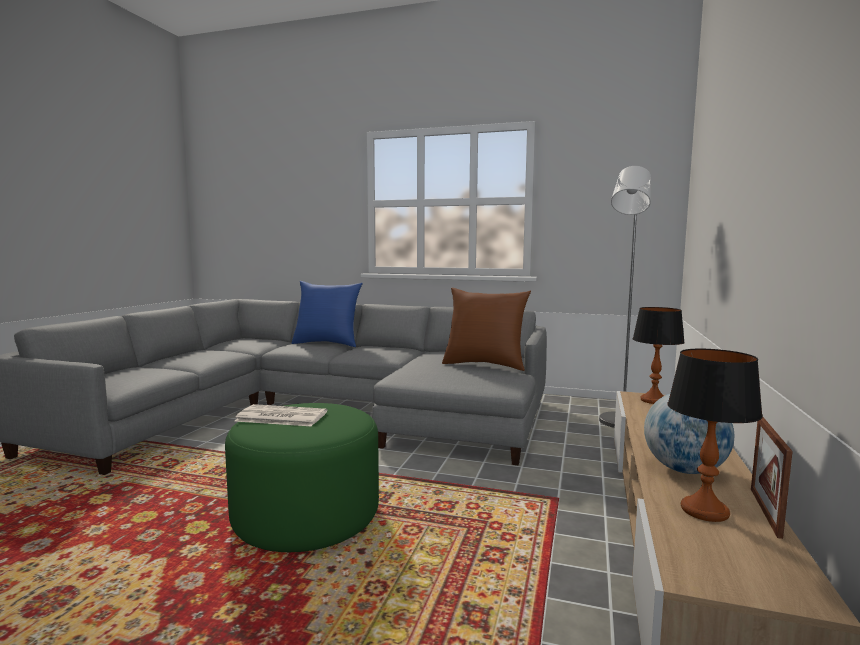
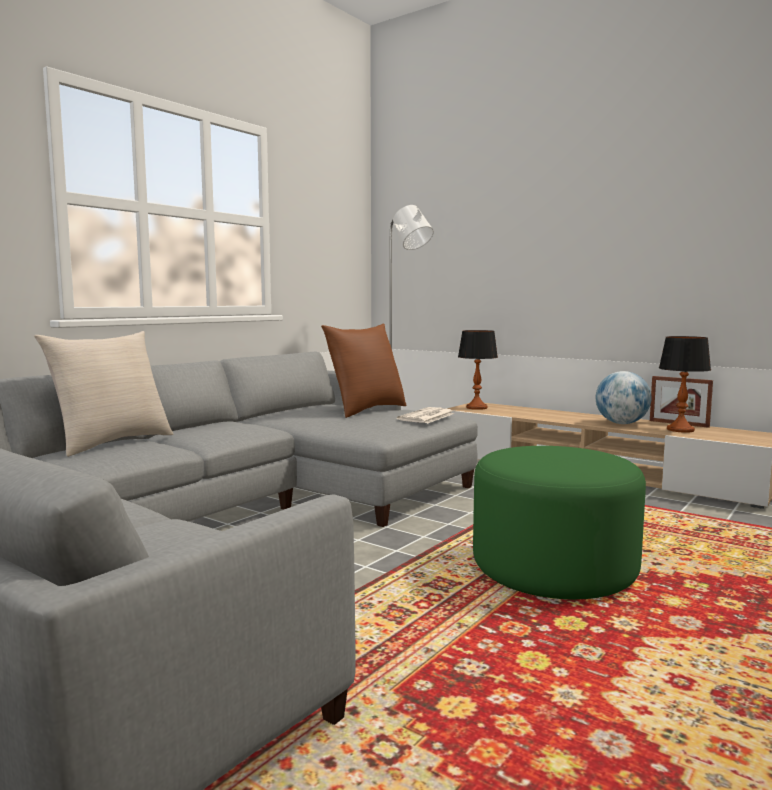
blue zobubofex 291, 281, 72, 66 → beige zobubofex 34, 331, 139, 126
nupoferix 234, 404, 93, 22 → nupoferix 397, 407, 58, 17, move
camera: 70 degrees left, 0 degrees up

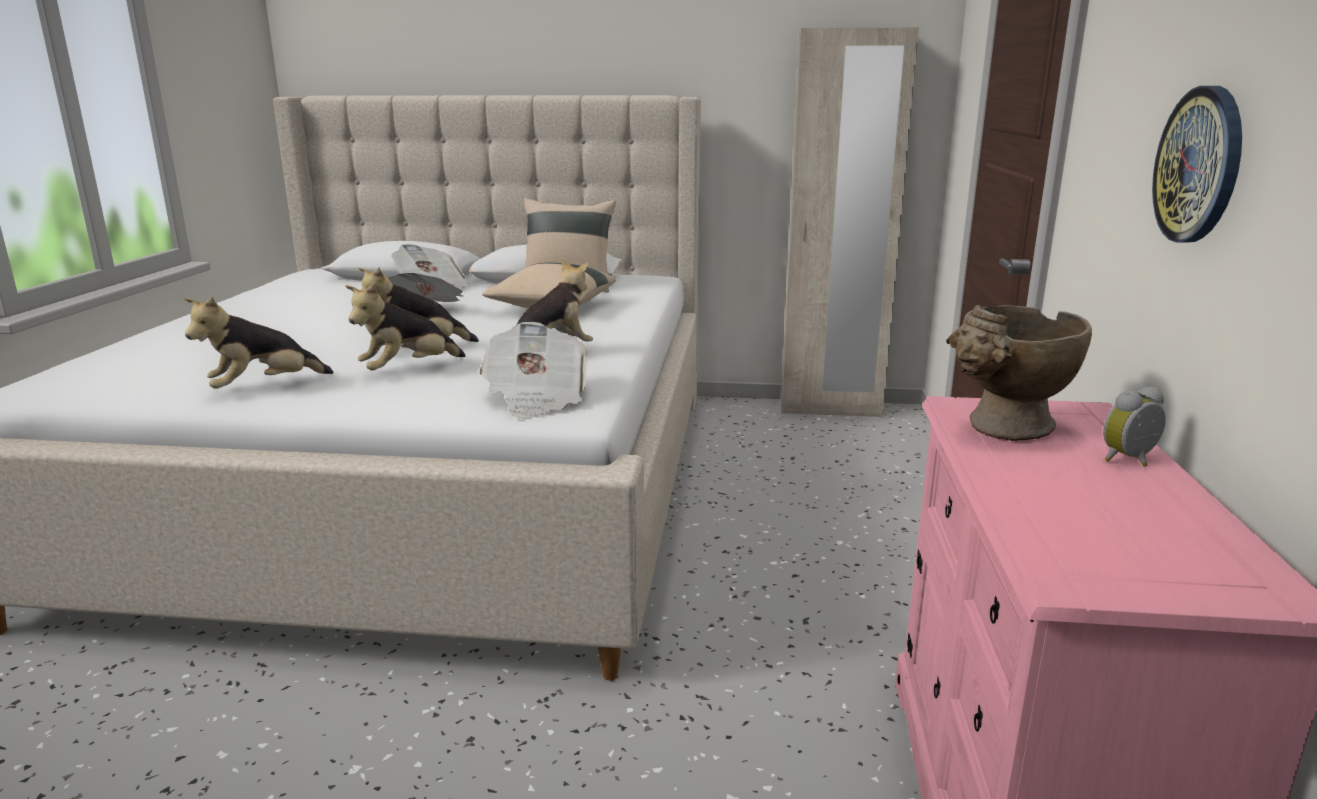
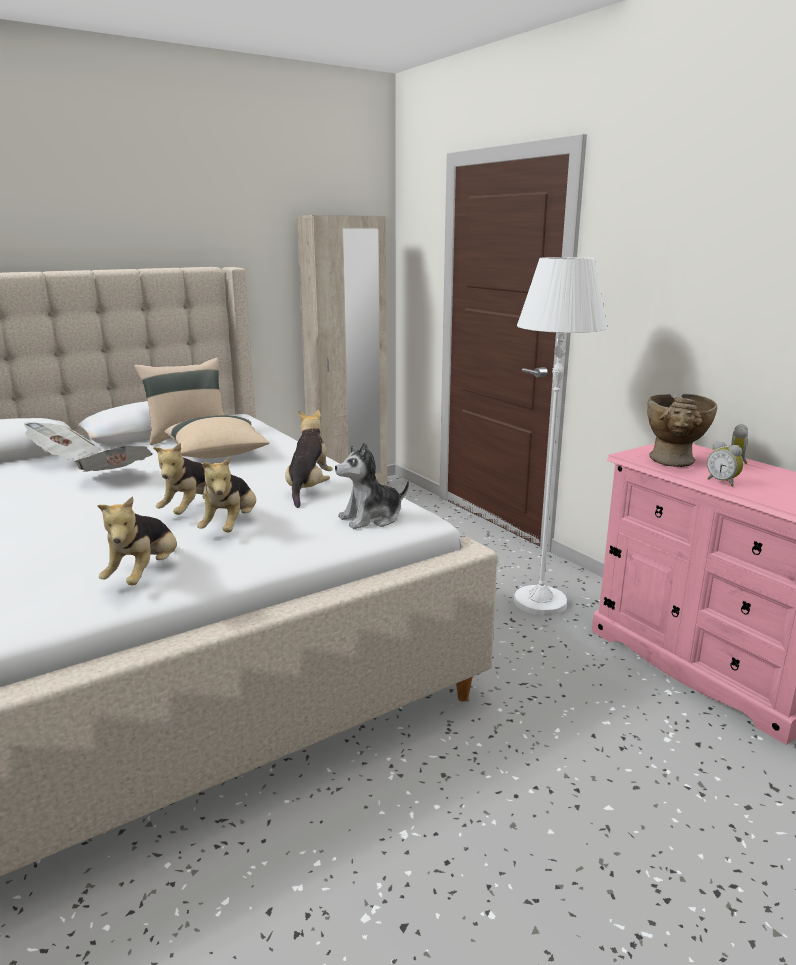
nupoferix 479, 322, 109, 97 → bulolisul 335, 442, 74, 87
- → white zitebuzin 514, 257, 94, 359
- → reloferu 707, 441, 36, 46
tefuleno 1152, 86, 90, 157 → -
camera: 40 degrees left, 0 degrees up

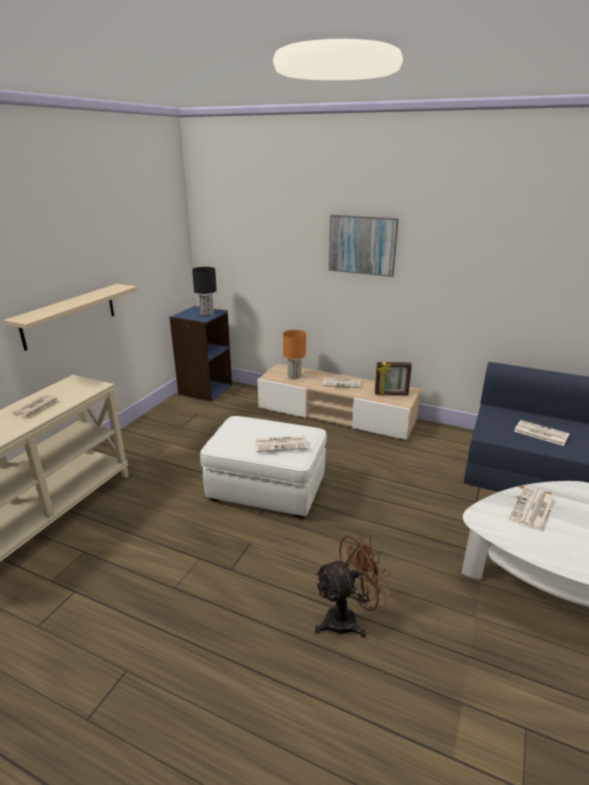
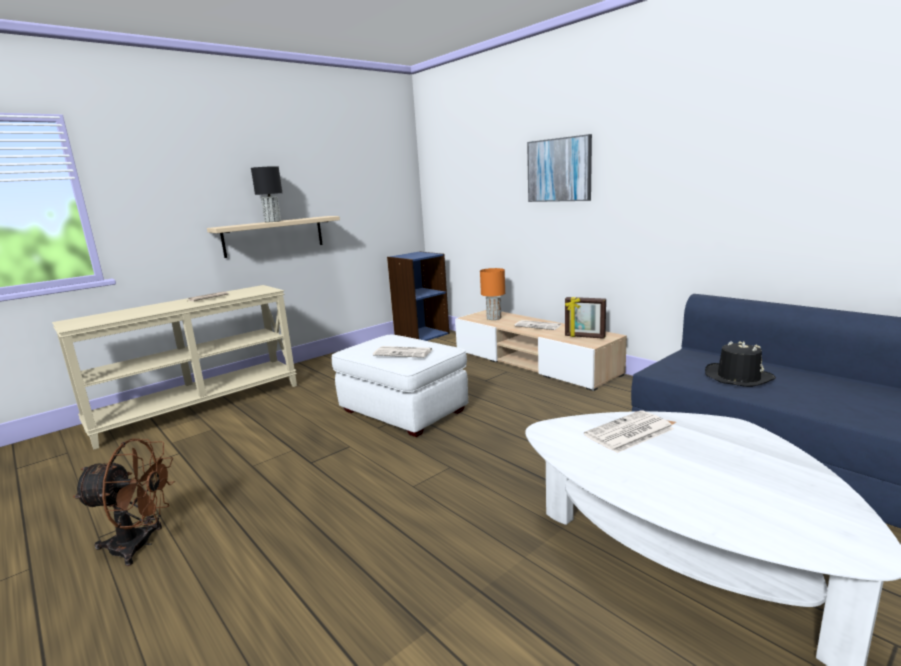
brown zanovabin 314, 532, 79, 106 → brown zanovabin 72, 439, 103, 127, move
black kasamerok 192, 267, 25, 48 → black kasamerok 251, 166, 31, 56, move
nupoferix 514, 420, 56, 26 → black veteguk 705, 341, 71, 46
camera: 25 degrees right, 10 degrees down

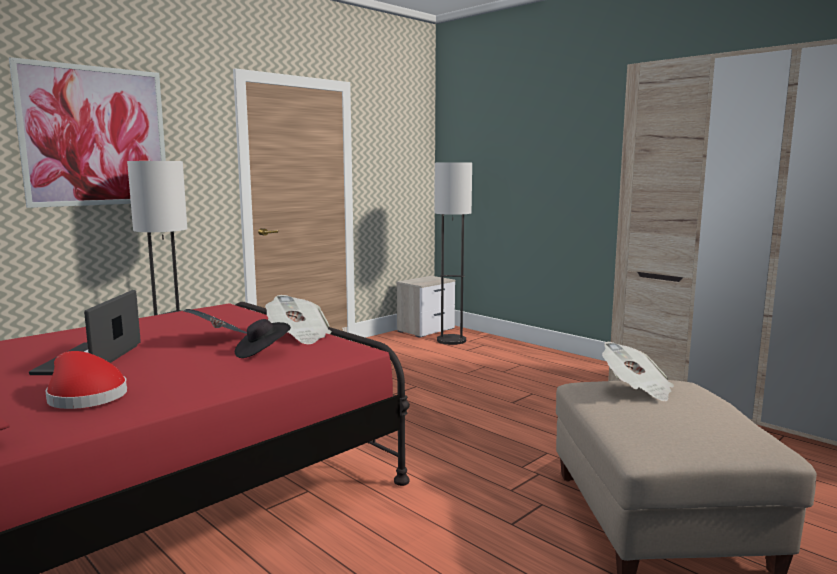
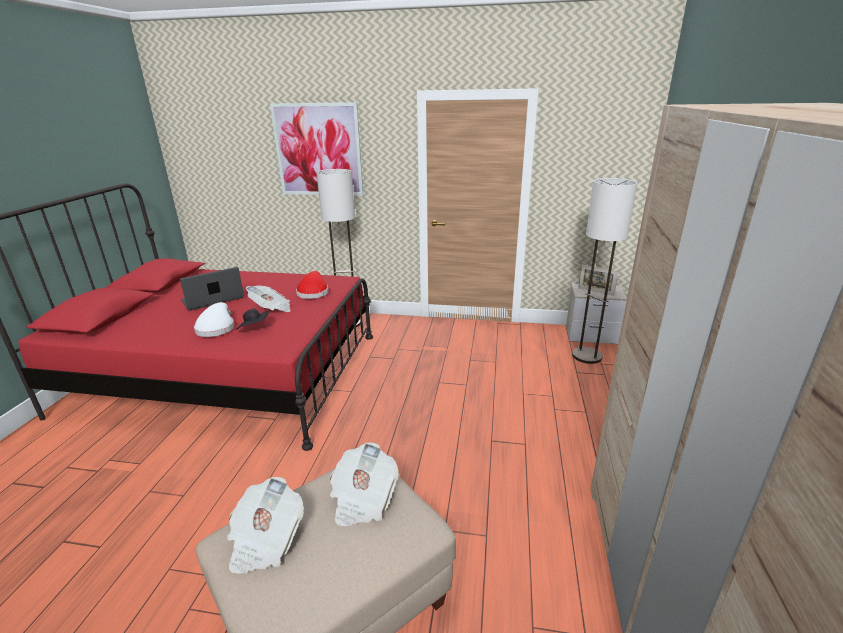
- → white veteguk 194, 302, 40, 35
nupoferix 265, 295, 67, 50 → nupoferix 227, 477, 77, 97, move
red veteguk 46, 351, 81, 58 → red veteguk 296, 271, 33, 28, move
- → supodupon 578, 265, 41, 31
camera: 55 degrees right, 15 degrees up

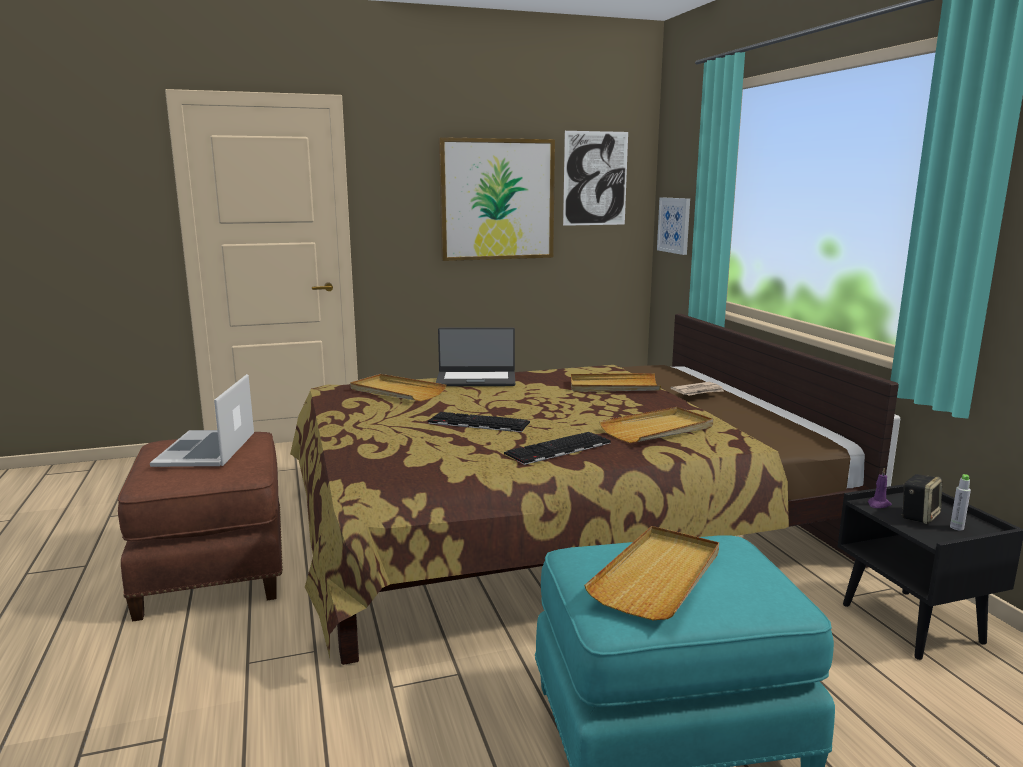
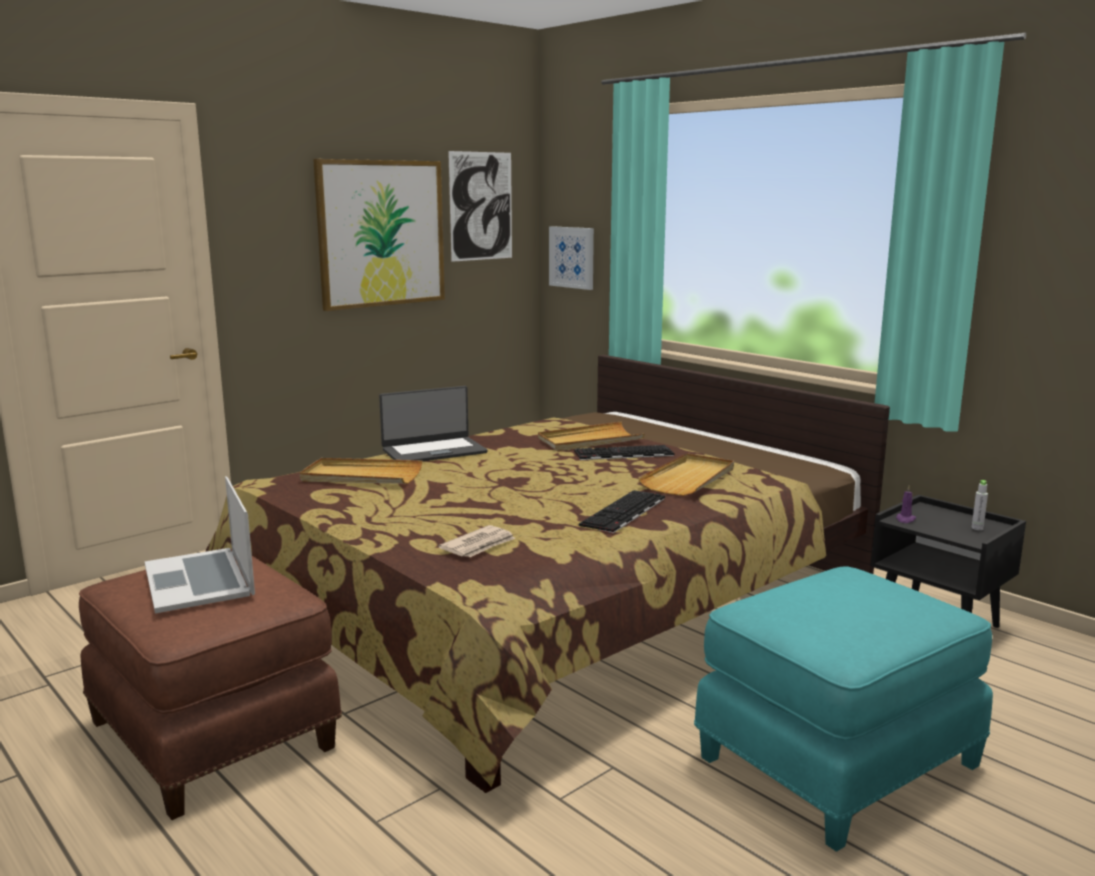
nupoferix 671, 382, 53, 13 → nupoferix 439, 525, 76, 32, move
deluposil 428, 412, 102, 20 → deluposil 574, 445, 101, 15, move
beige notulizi 584, 526, 135, 94 → -
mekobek 902, 474, 41, 50 → -
camera: 25 degrees left, 0 degrees up

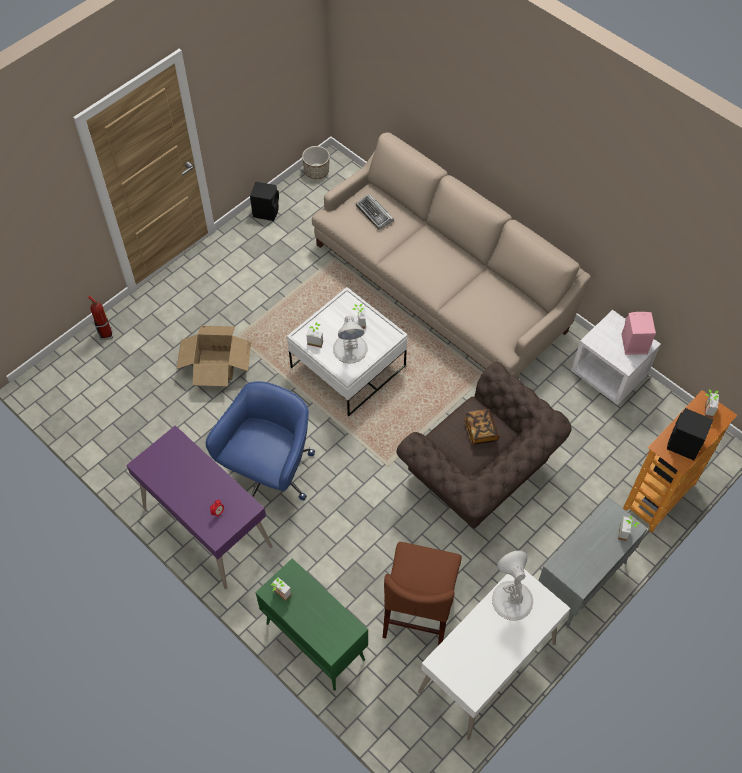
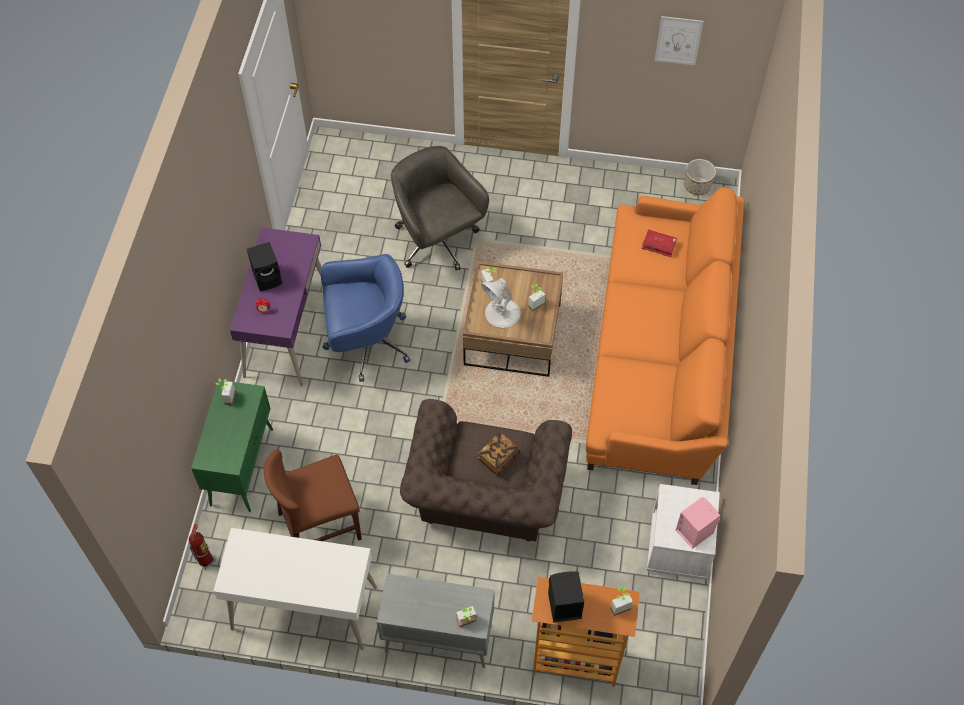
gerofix 88, 295, 25, 45 → gerofix 189, 524, 27, 46, move
black mekobek 250, 181, 29, 40 → black mekobek 247, 242, 35, 49, move
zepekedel 177, 326, 74, 60 → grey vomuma 391, 146, 98, 125
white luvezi 287, 287, 121, 129 → brown luvezi 463, 261, 100, 116
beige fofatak 312, 132, 279, 245 → orange fofatak 585, 187, 159, 298
deluposil 356, 194, 38, 36 → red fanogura 642, 230, 35, 27
- → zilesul 655, 16, 49, 49
white kasamerok 492, 550, 41, 70 → -
camera: 55 degrees right, 0 degrees up

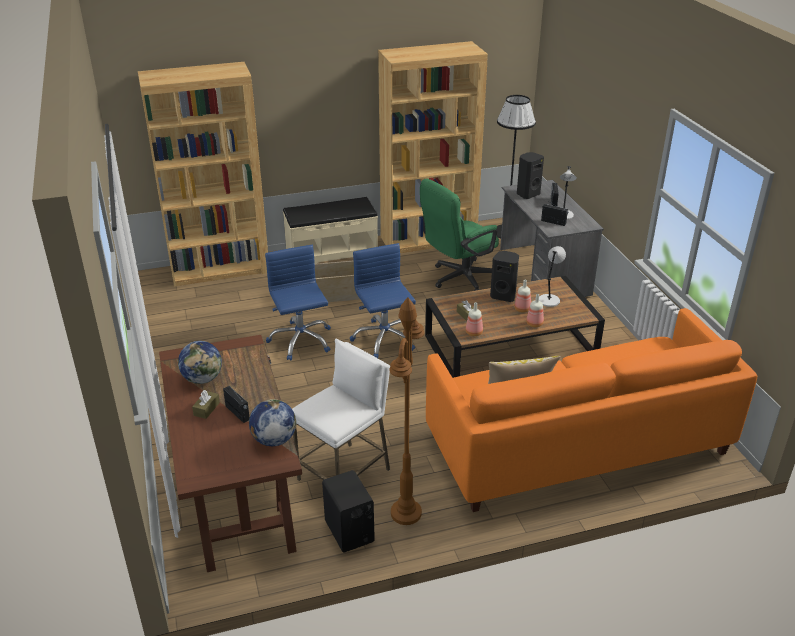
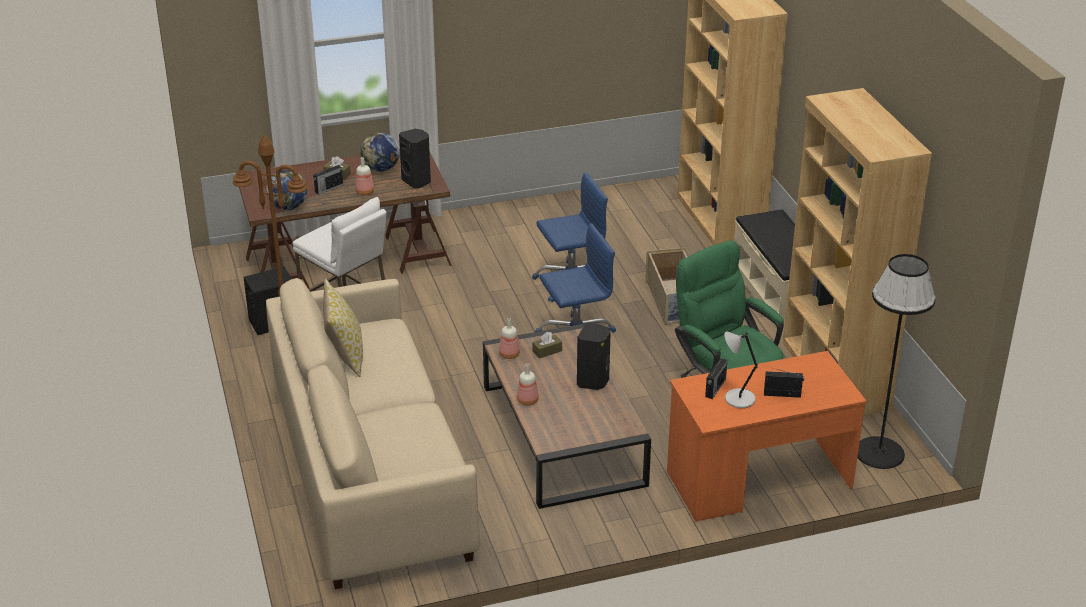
orange fofatak 426, 308, 331, 204 → beige fofatak 266, 278, 214, 311
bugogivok 514, 280, 17, 33 → bugogivok 355, 157, 19, 38, move
black mekobek 517, 152, 27, 47 → black mekobek 399, 129, 32, 59, move
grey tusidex 500, 180, 104, 117 → orange tusidex 667, 351, 200, 171
grey kasamerok 539, 246, 27, 61 → -
camera: 90 degrees right, 0 degrees up

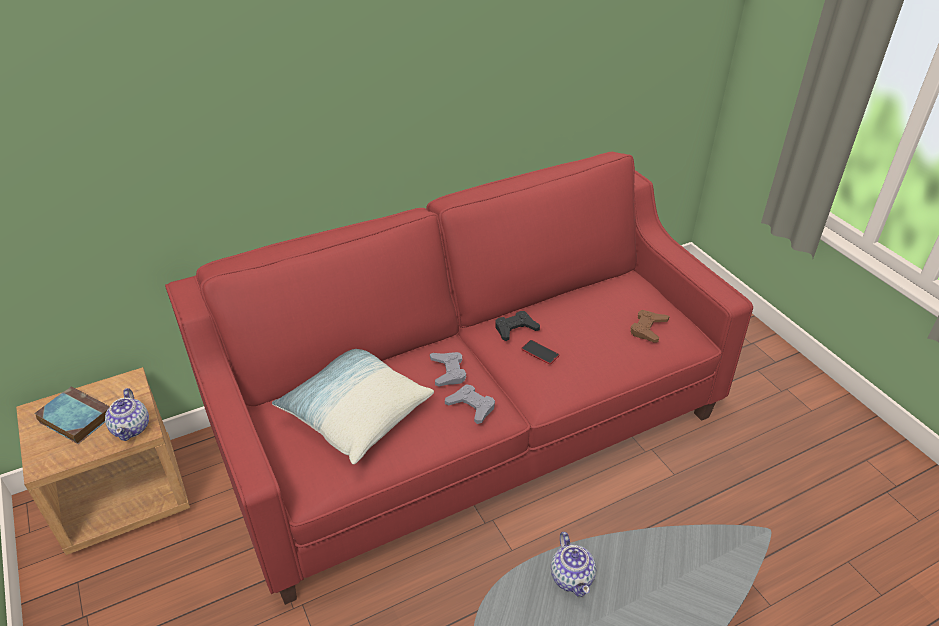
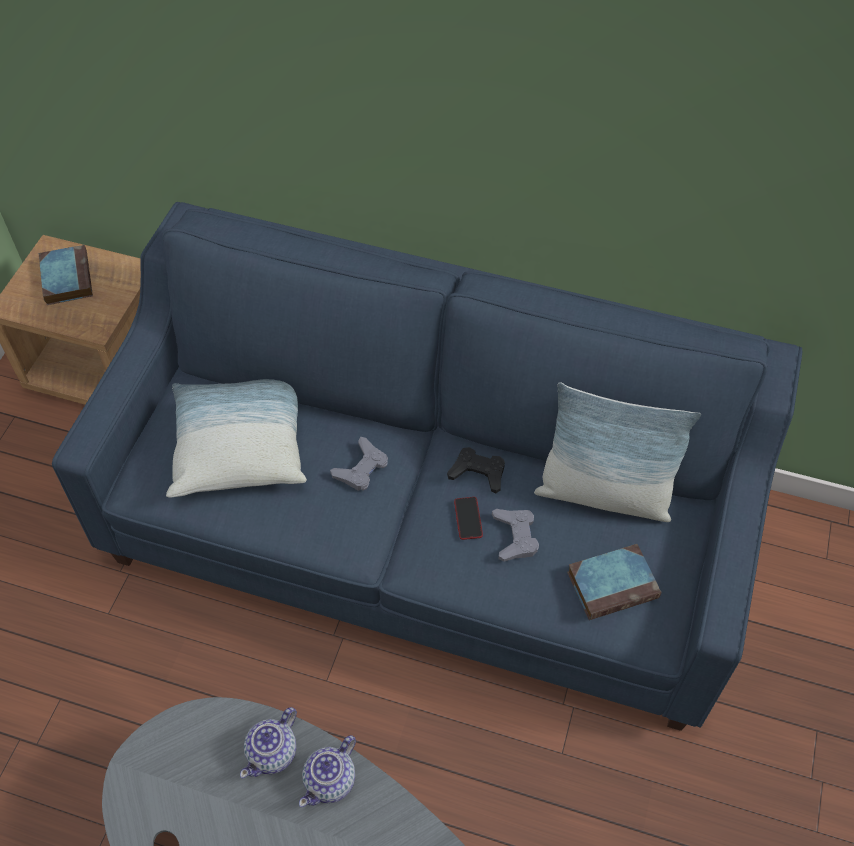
red fofatak 165, 152, 588, 453 → blue fofatak 52, 202, 750, 529
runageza 105, 388, 44, 53 → runageza 299, 735, 57, 72, move
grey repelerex 445, 384, 50, 40 → grey repelerex 492, 509, 47, 52, move
- → zobubofex 534, 382, 167, 140
brown repelerex 630, 310, 40, 33 → fanogura 567, 544, 94, 76
camera: 45 degrees right, 15 degrees up

